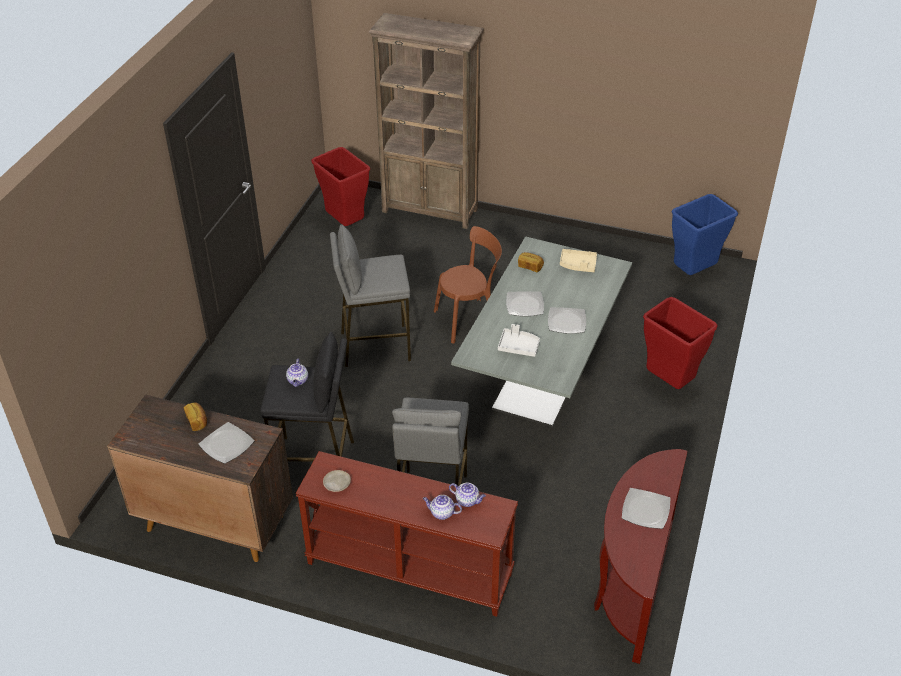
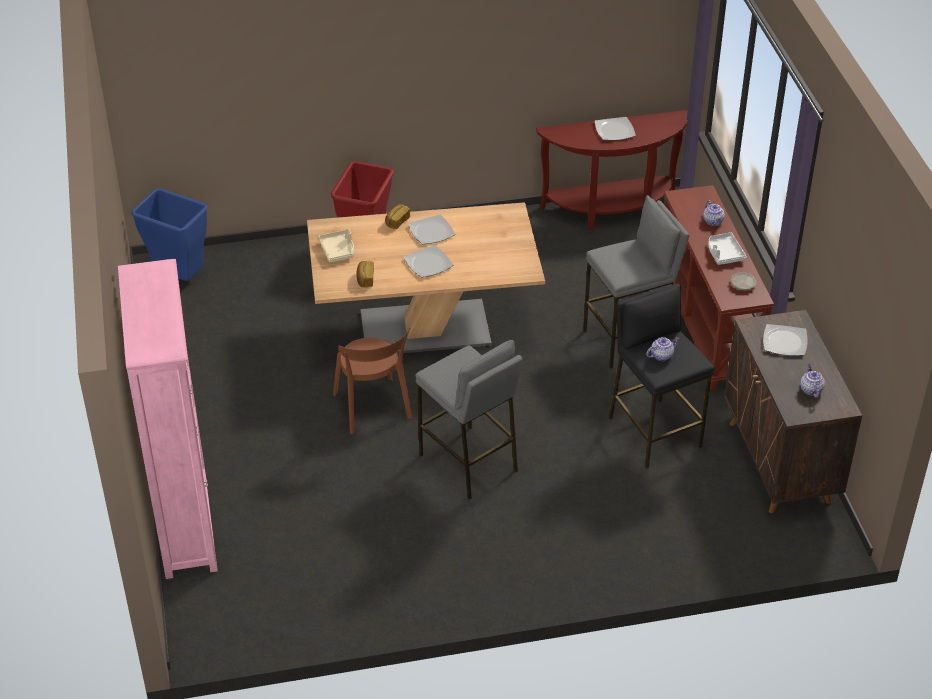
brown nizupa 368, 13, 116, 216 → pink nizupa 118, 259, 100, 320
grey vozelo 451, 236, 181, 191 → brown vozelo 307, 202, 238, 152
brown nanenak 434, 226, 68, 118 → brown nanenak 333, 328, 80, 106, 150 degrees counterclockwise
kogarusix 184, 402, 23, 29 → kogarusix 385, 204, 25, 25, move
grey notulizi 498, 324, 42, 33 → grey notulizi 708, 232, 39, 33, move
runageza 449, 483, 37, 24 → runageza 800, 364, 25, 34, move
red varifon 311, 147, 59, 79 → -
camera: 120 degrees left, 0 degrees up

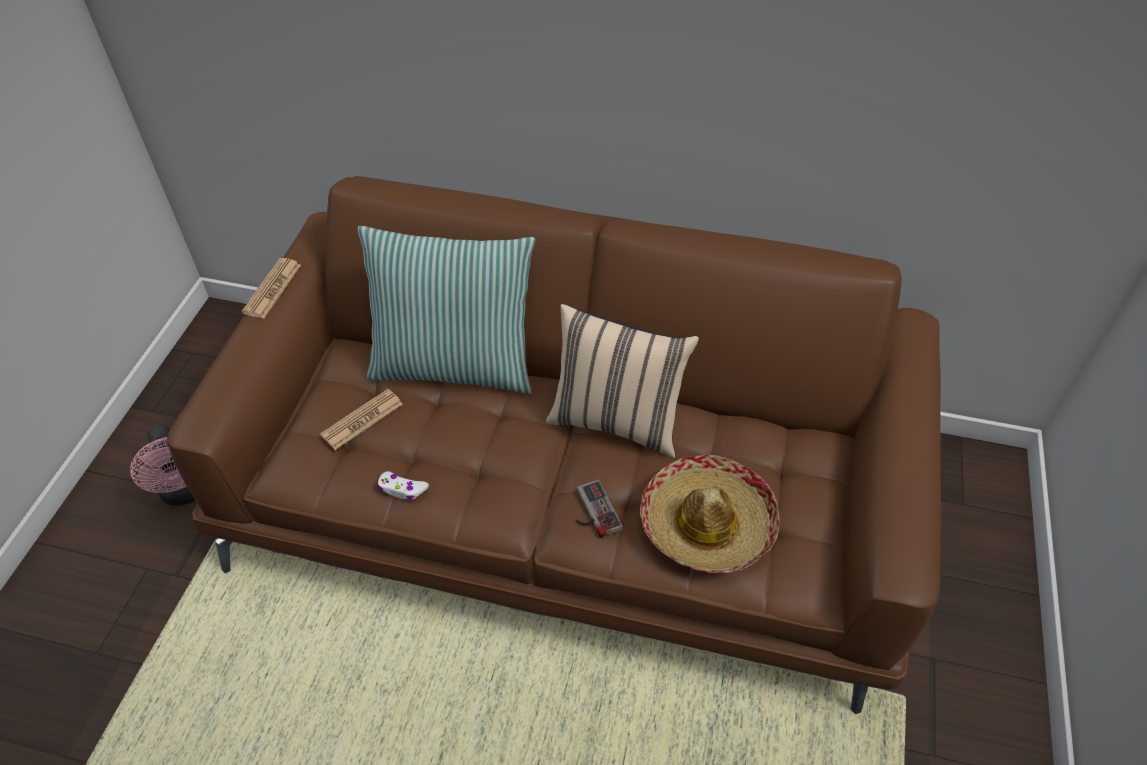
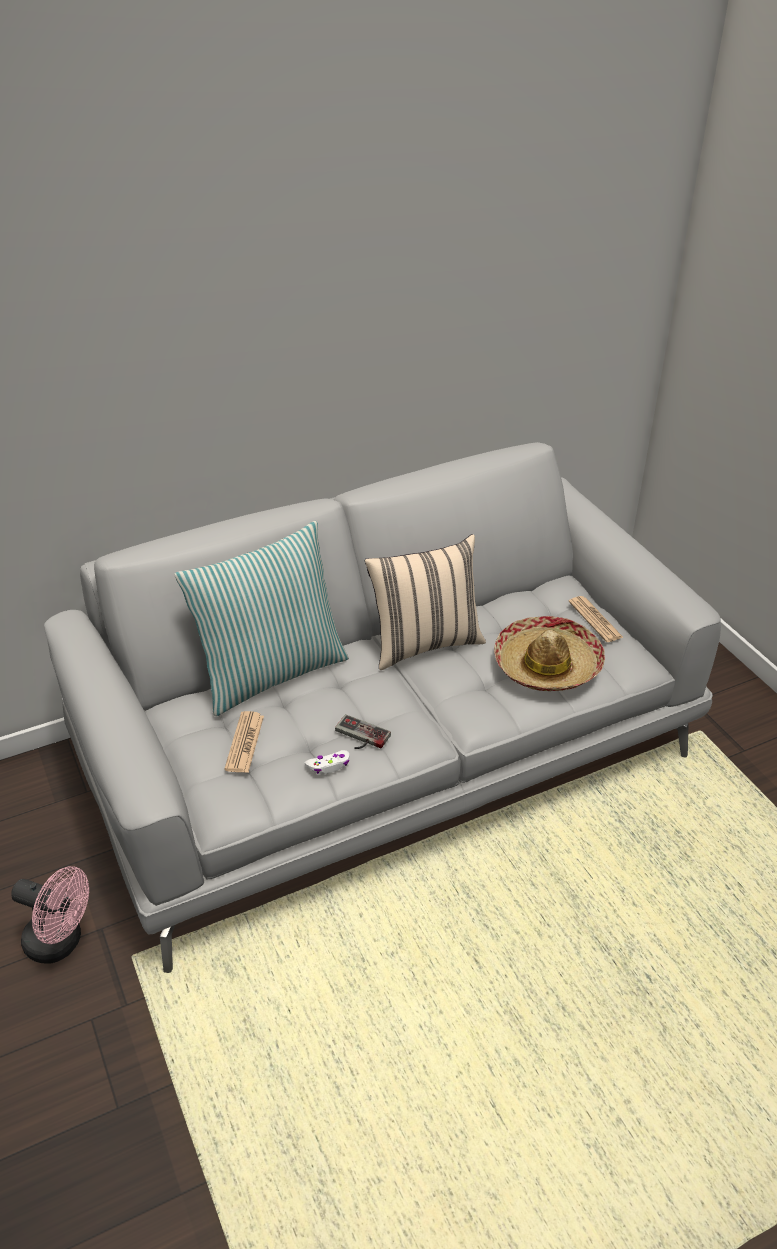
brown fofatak 167, 176, 774, 538 → grey fofatak 44, 442, 677, 531
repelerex 576, 480, 47, 58 → repelerex 335, 714, 56, 35, move
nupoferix 241, 258, 60, 60 → nupoferix 569, 596, 55, 46, move
camera: 40 degrees left, 10 degrees down

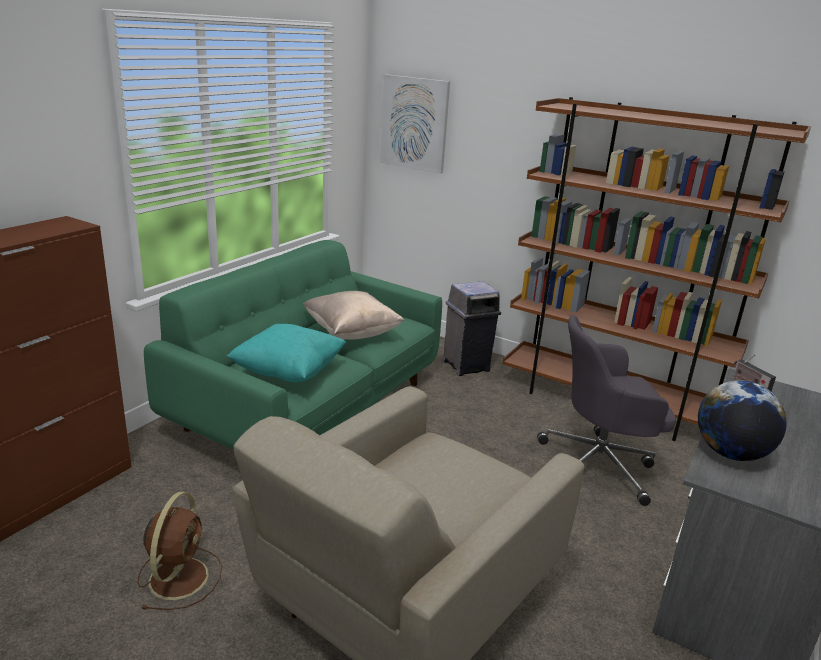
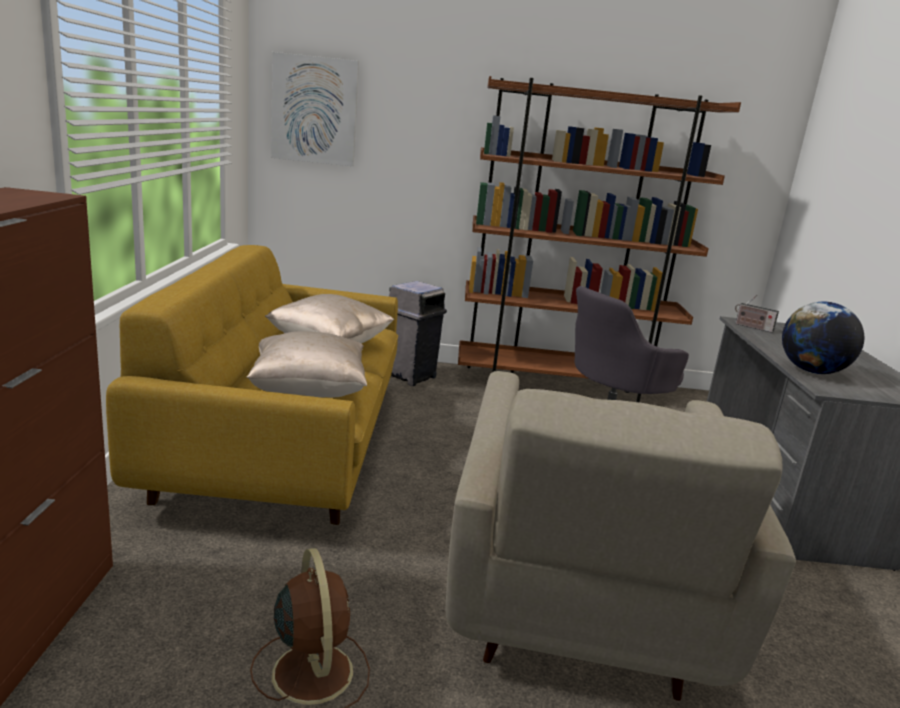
green fofatak 144, 240, 298, 210 → yellow fofatak 106, 245, 292, 280
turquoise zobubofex 227, 324, 119, 58 → beige zobubofex 246, 331, 121, 67
camera: 30 degrees left, 5 degrees down

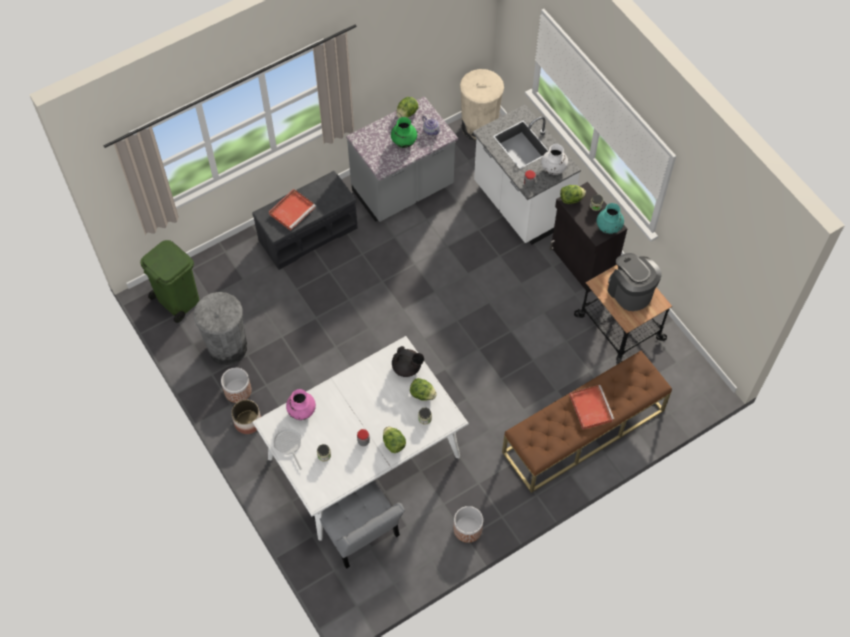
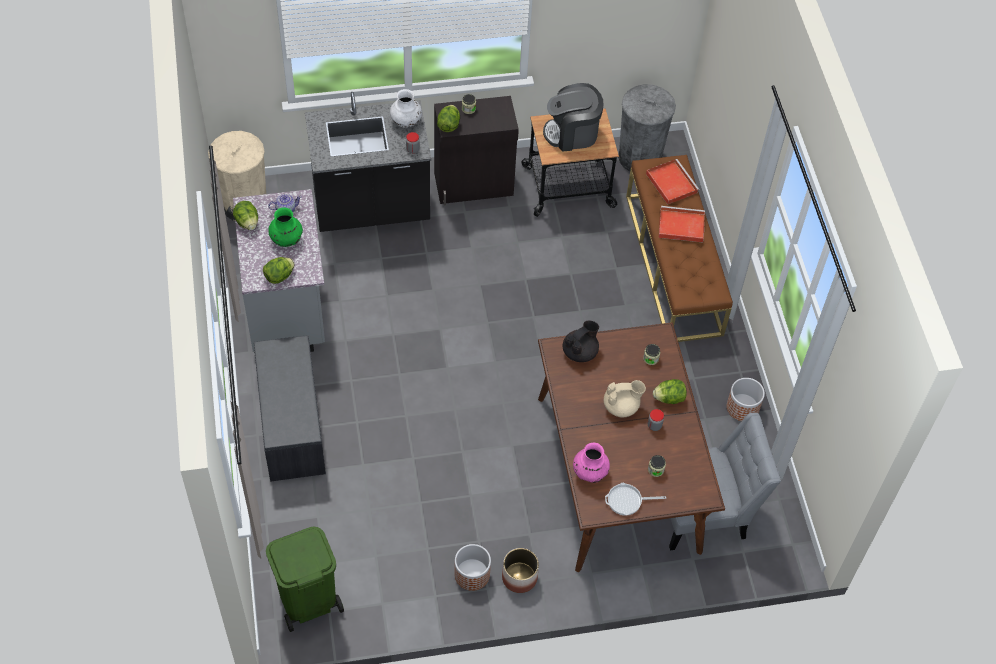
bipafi 410, 378, 27, 23 → bipafi 263, 257, 32, 27, move
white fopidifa 473, 104, 108, 141 → black fopidifa 305, 92, 126, 140
white vozelo 253, 336, 216, 205 → brown vozelo 538, 322, 187, 250
- → beige runageza 604, 380, 42, 37
grey varifon 194, 292, 53, 73 → grey varifon 619, 84, 57, 88, move
red notulizi 269, 189, 47, 42 → red notulizi 646, 159, 53, 46, move
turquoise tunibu 597, 203, 27, 31 → -
camera: 70 degrees left, 5 degrees down

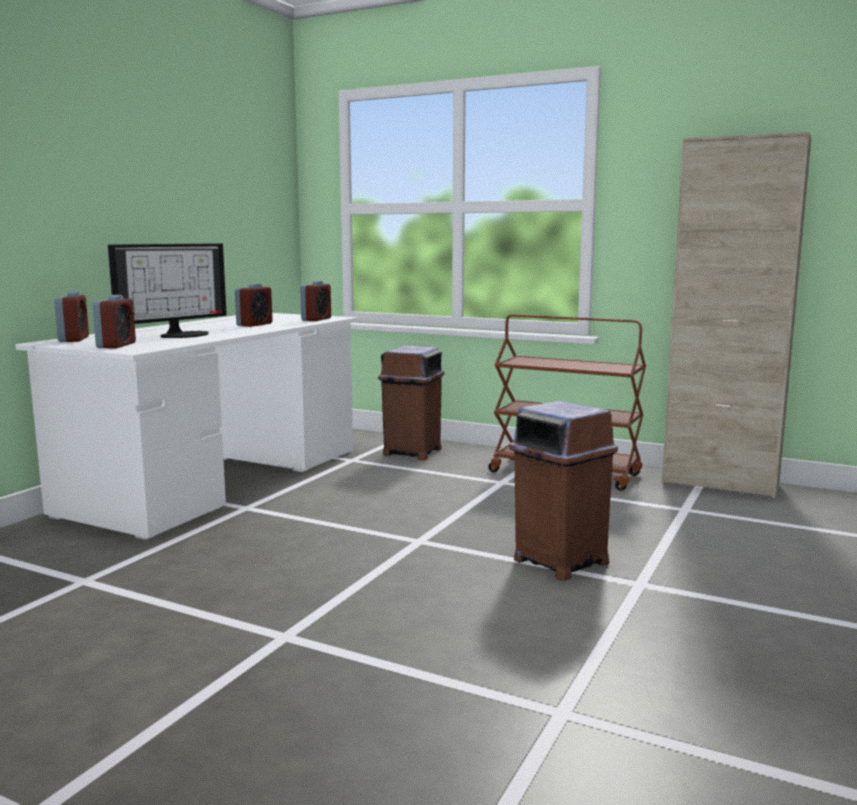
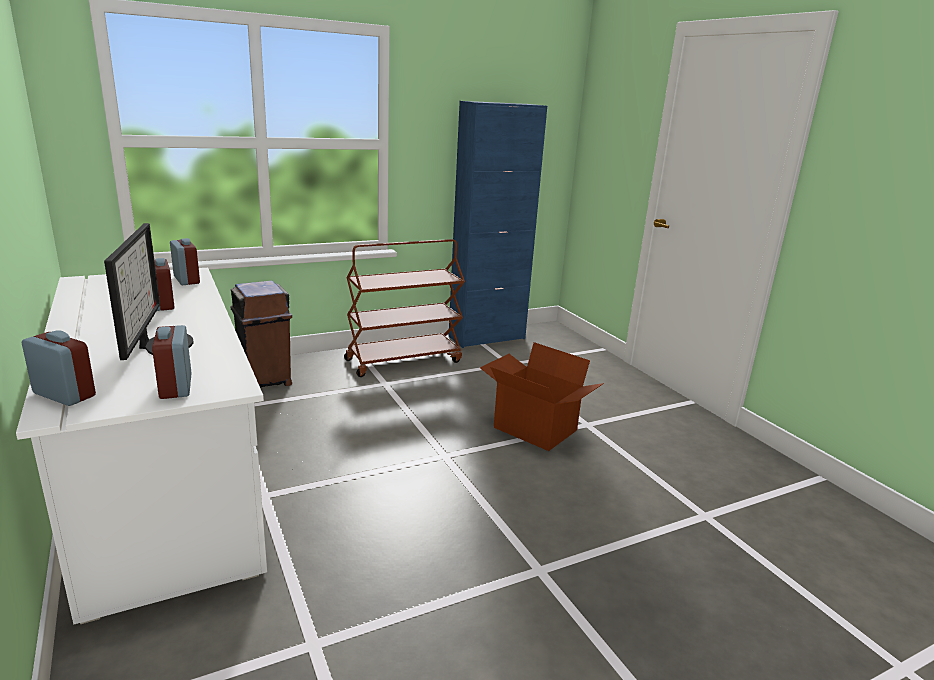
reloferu 92, 295, 44, 53 → reloferu 152, 325, 39, 74, 150 degrees counterclockwise
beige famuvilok 662, 132, 149, 366 → blue famuvilok 449, 101, 98, 247
brown varifon 509, 401, 109, 180 → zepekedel 480, 342, 124, 109
camera: 55 degrees left, 10 degrees up

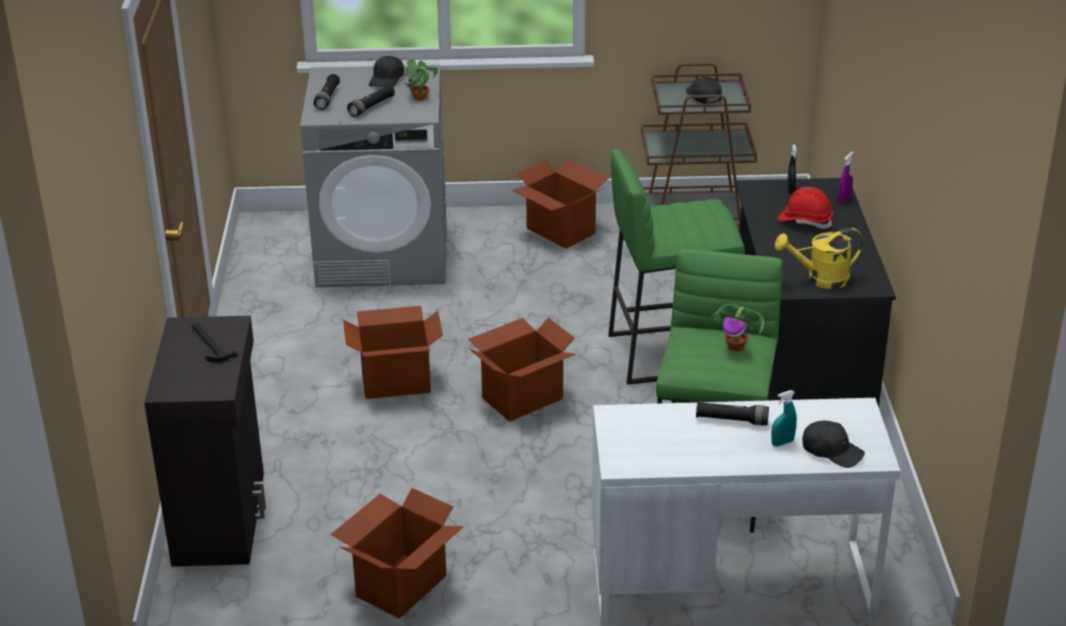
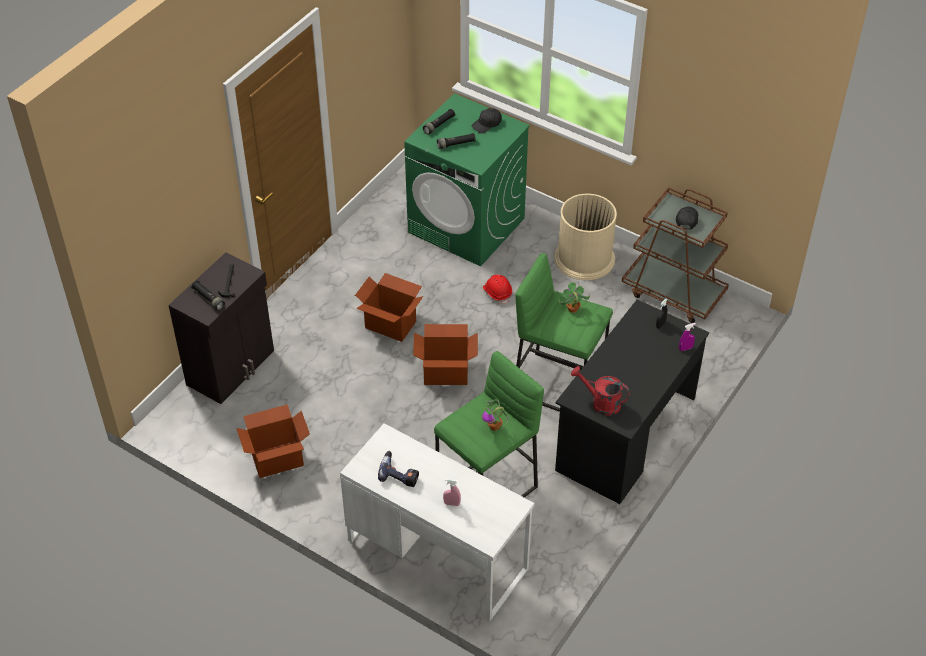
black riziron 696, 401, 73, 25 → black riziron 191, 280, 34, 30, move
- → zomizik 378, 451, 41, 36
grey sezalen 300, 65, 147, 222 → green sezalen 404, 93, 126, 173
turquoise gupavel 771, 390, 26, 56 → pink gupavel 443, 479, 18, 27
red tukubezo 777, 187, 56, 42 → red tukubezo 483, 275, 29, 29, move
zepekedel 512, 159, 97, 90 → beige varifon 554, 193, 63, 87
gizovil 403, 58, 35, 43 → gizovil 558, 282, 32, 31, move
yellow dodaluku 775, 228, 88, 61 → red dodaluku 571, 366, 59, 50
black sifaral 802, 420, 63, 48 → -
camera: 35 degrees right, 15 degrees up

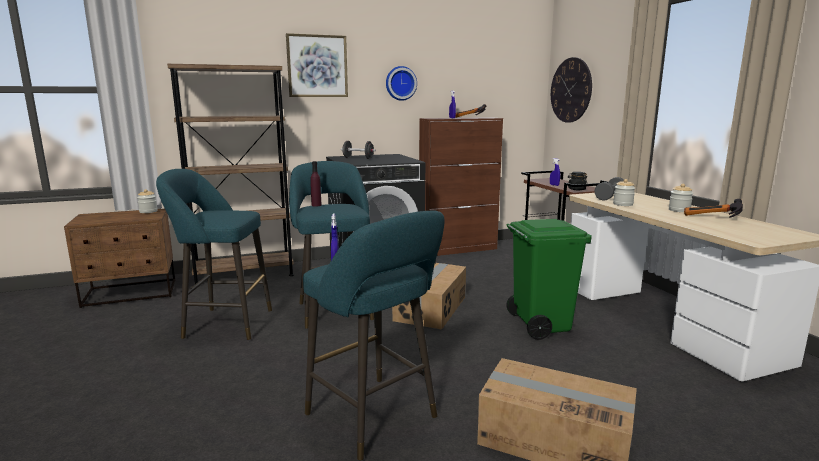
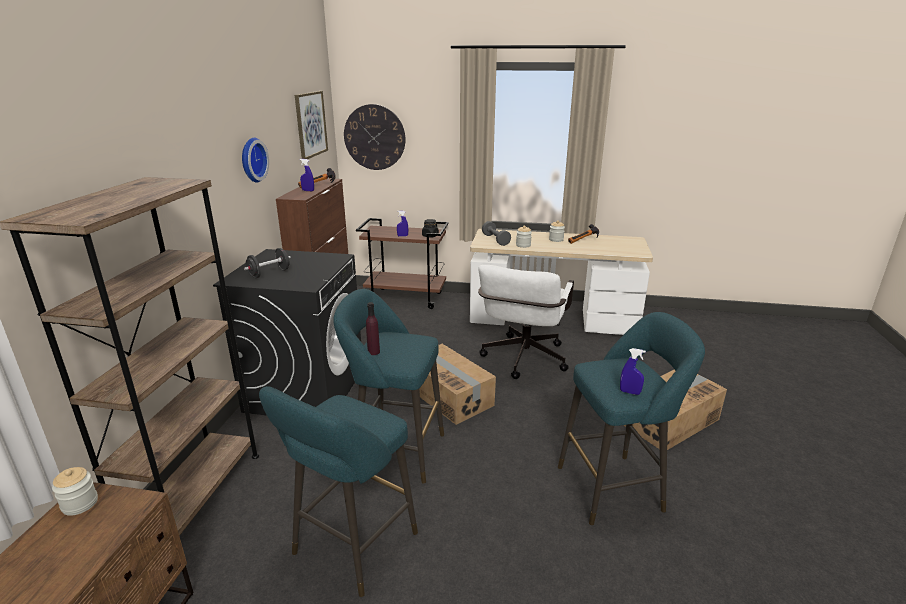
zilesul 286, 33, 62, 64 → zilesul 295, 91, 33, 68, move
green varifon 506, 219, 86, 121 → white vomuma 478, 265, 96, 114
camera: 60 degrees left, 10 degrees up

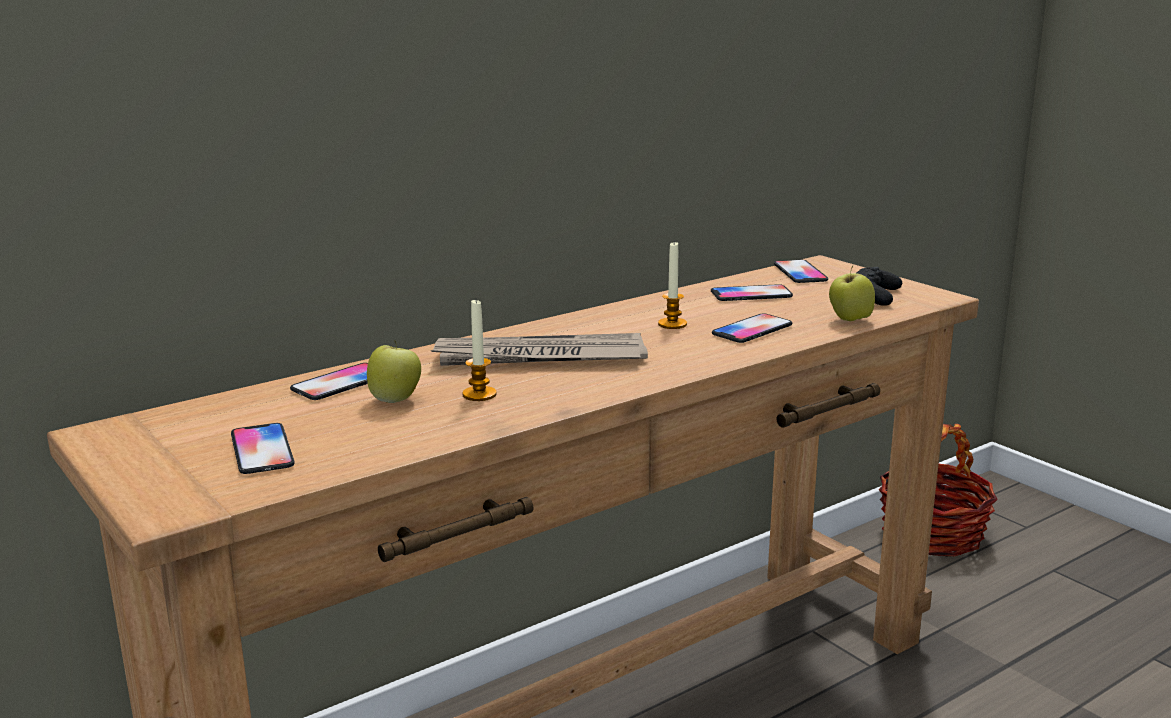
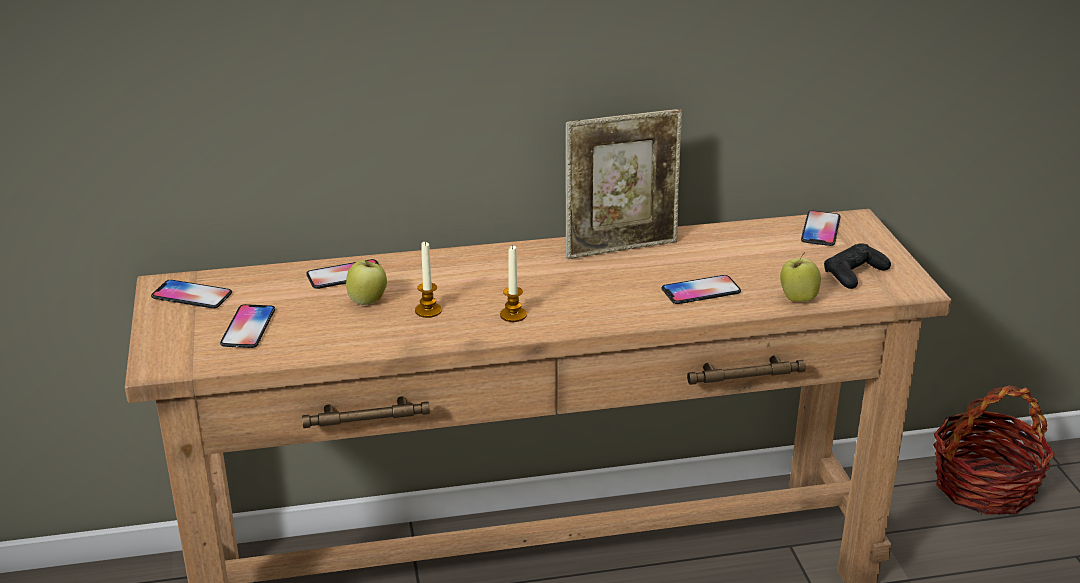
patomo 711, 284, 82, 17 → patomo 151, 280, 81, 29, move
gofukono 658, 242, 29, 87 → gofukono 500, 245, 27, 77, move
- → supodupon 565, 109, 117, 150
nupoferix 431, 333, 217, 33 → -
camera: 25 degrees right, 10 degrees up

